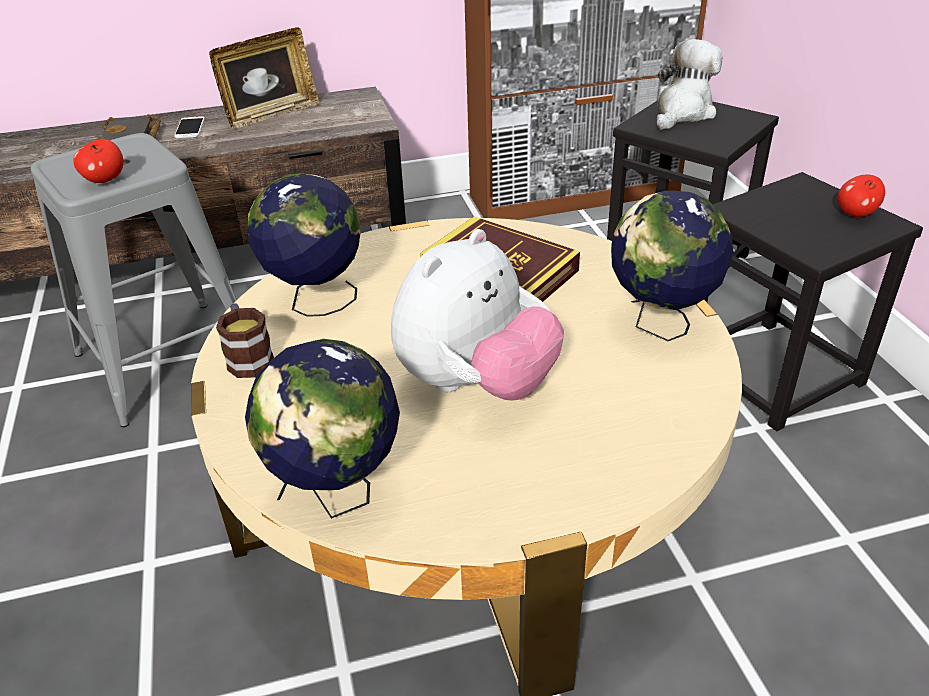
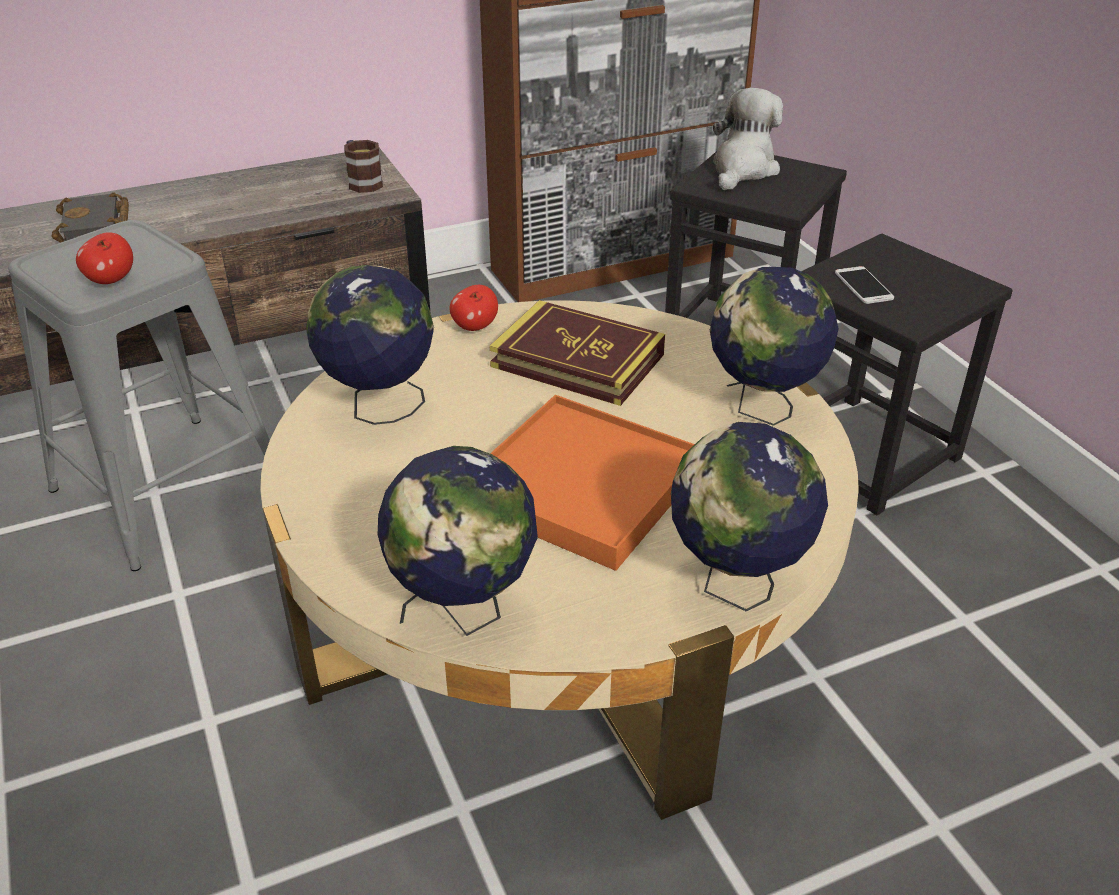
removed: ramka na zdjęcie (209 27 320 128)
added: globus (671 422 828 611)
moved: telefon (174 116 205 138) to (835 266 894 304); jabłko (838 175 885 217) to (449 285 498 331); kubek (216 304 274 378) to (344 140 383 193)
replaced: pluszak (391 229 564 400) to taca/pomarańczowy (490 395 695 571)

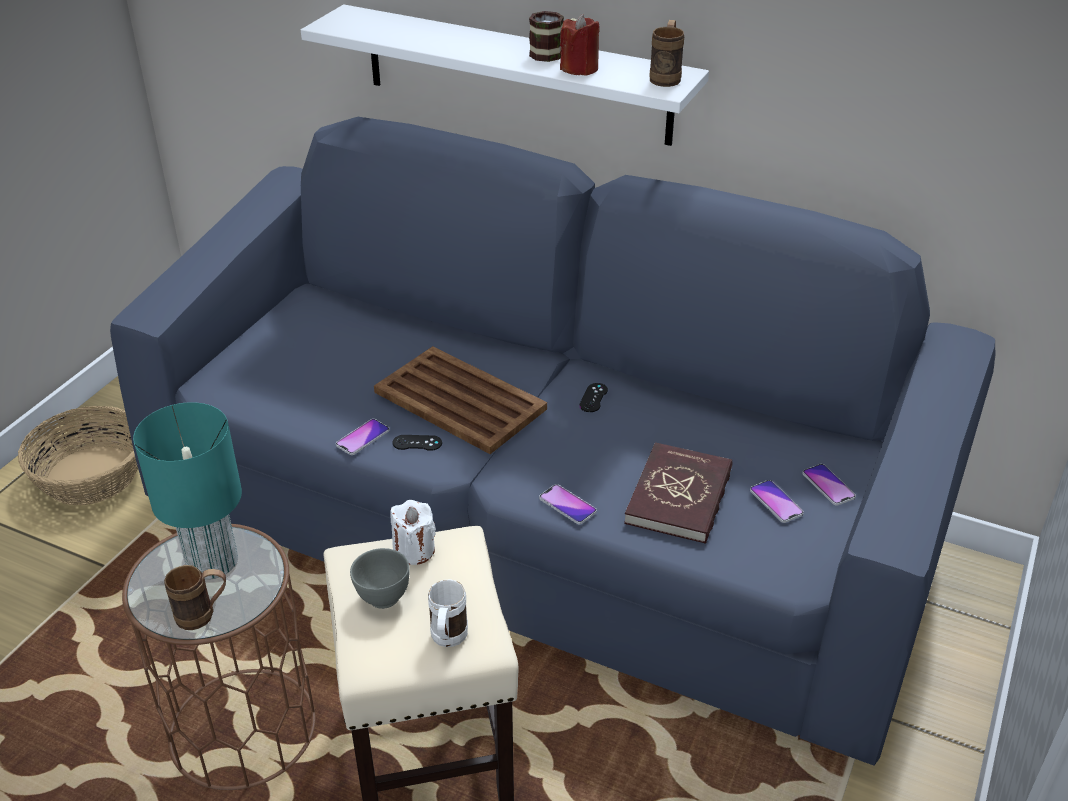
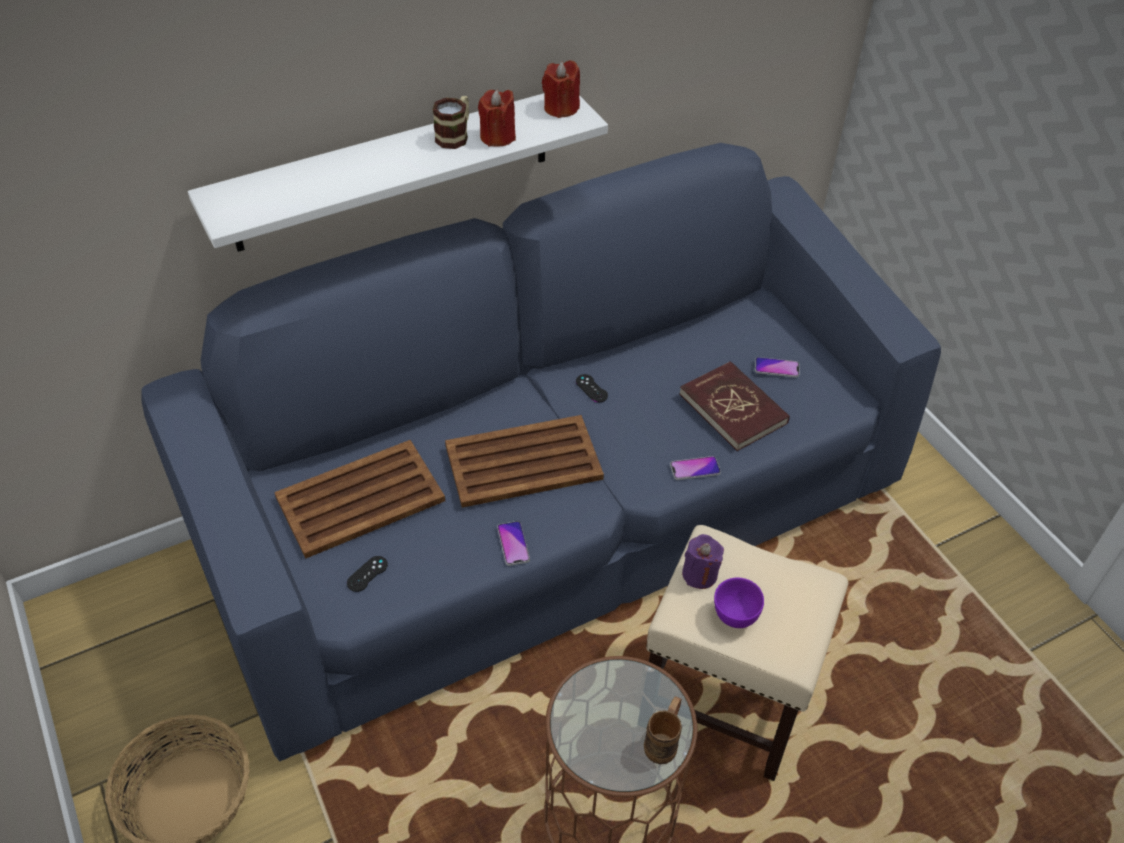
removed: lampa stołowa/turkusowy (133 402 242 580); telefon (802 464 856 506); kubek/biały (428 579 468 647)
added: taca/brązowy (274 440 445 559)
moved: pad do gier/czarny (393 435 442 451) to (347 556 388 592)
replaced: kubek/brązowy (649 20 684 87) to świeca/czerwony (542 60 580 118)
recoloured: świeca/biały (390 500 436 565) to świeca/fioletowy (682 534 724 589); miska/szary (350 548 410 609) to miska/fioletowy (714 578 764 628)

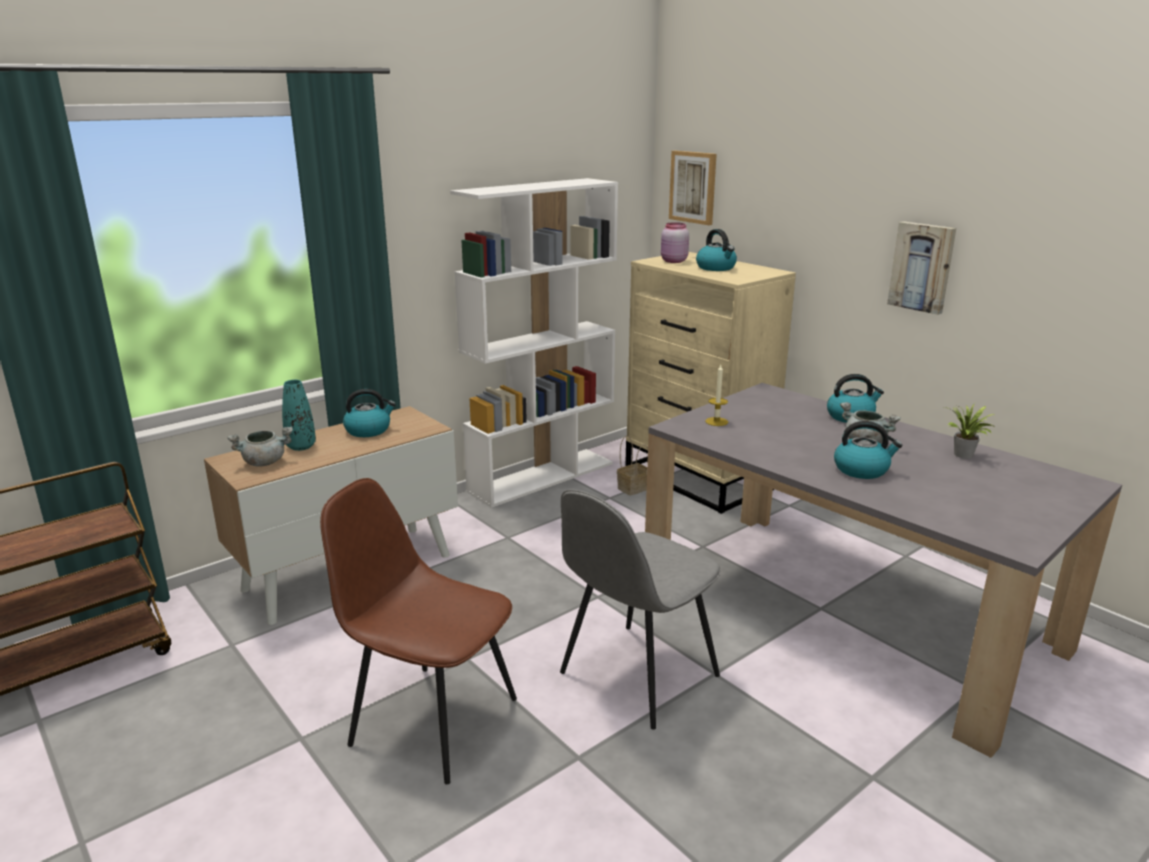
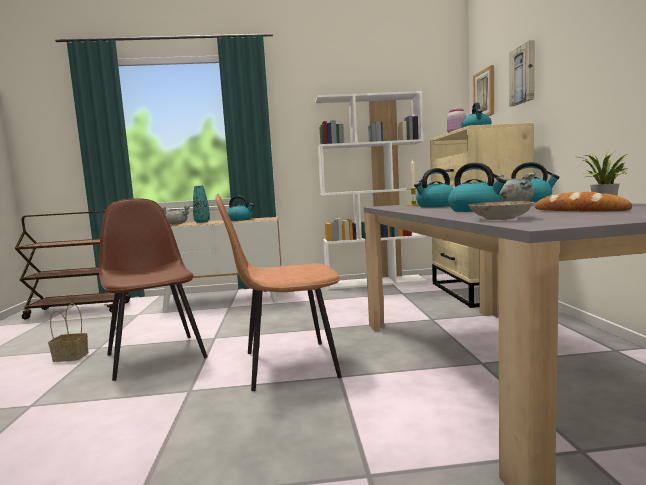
added: czajnik (414 168 454 207); chleb (535 192 632 211); talerz (468 201 534 220)
moved: obraz (887 221 956 315) to (509 40 535 107); koszyk (617 436 648 496) to (48 303 88 362)
recoloured: krzesło/szary (560 490 721 730) to krzesło/brązowy (215 194 342 391)

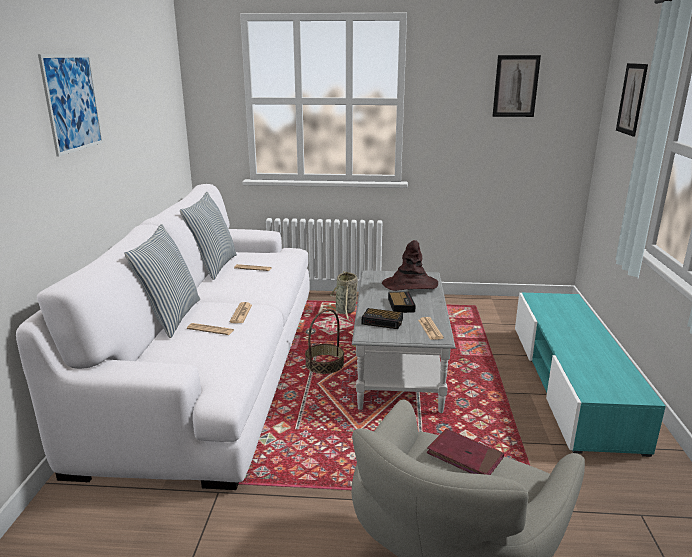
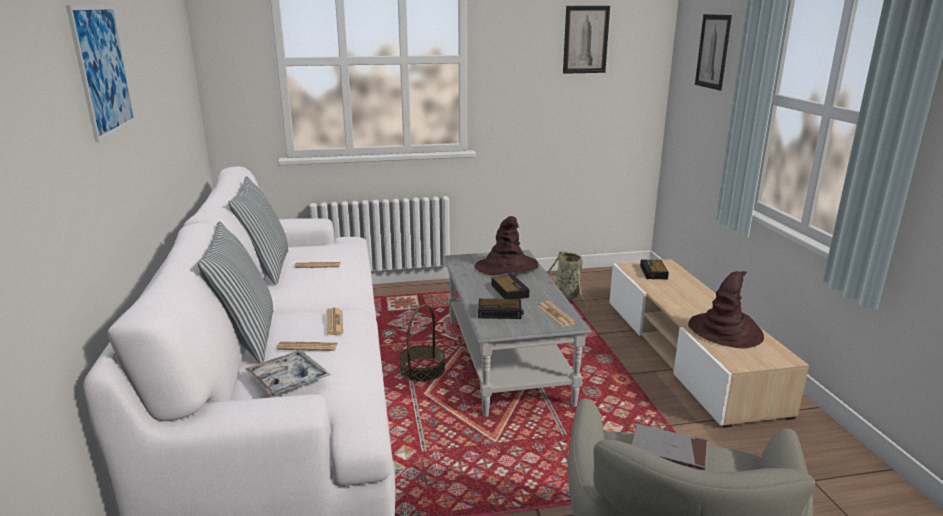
added: budzik (640 260 669 279); kapelusz/brązowy (688 271 764 349); taca (245 351 331 397)
moved: koszyk (330 271 358 322) to (547 251 591 308)
recoloured: szafka pod telewizor/turkusowy (515 293 666 457) to szafka pod telewizor/beżowy (609 259 809 428); książka/czerwony (427 429 504 475) to książka/szary (632 424 709 471)

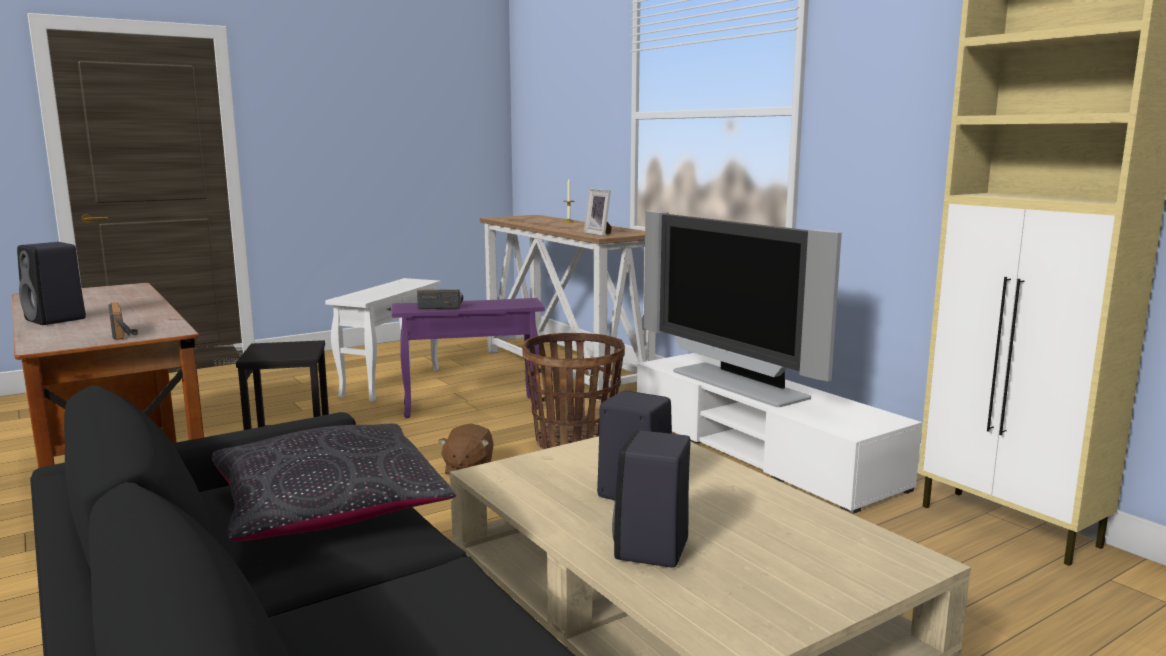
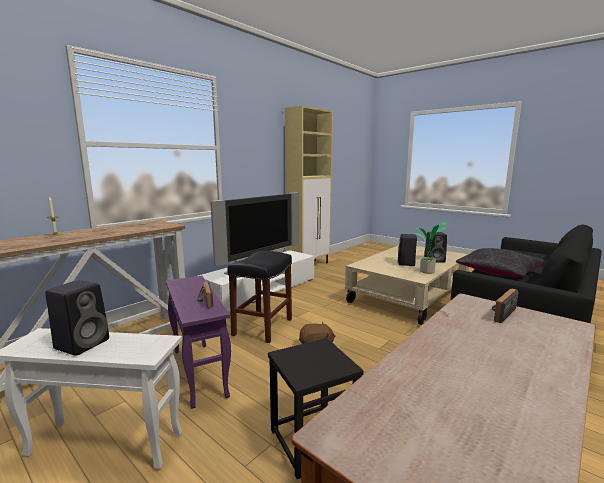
removed: ramka na zdjęcie (584 188 612 236)
added: roślina doniczkowa (415 222 446 274)
moved: głośnik/czarny (17 242 86 325) to (45 280 109 356)
replaced: koszyk (522 333 625 449) to stołek/czarny (227 251 292 343)

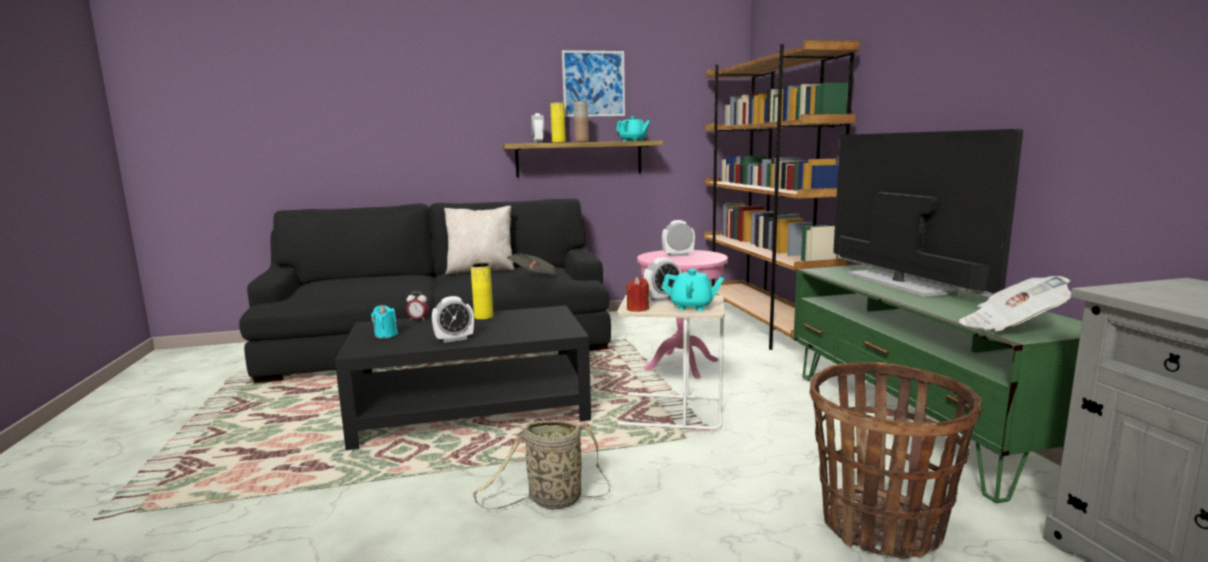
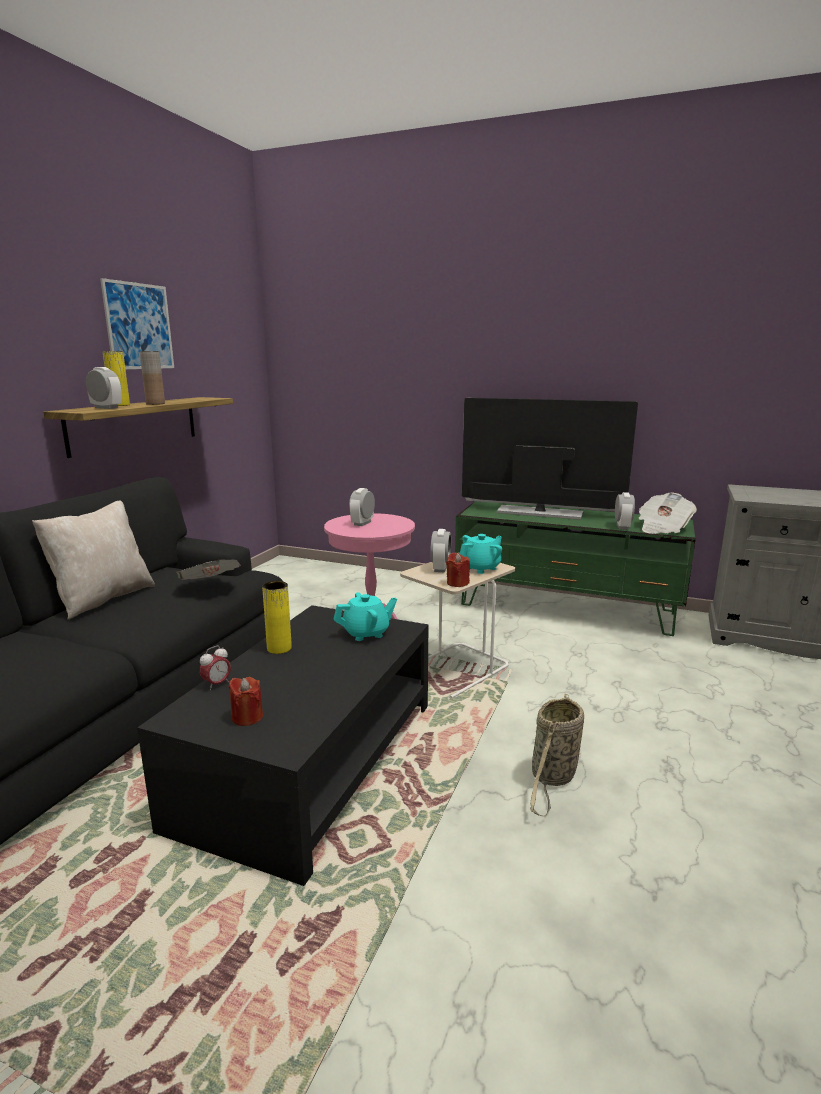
removed: regał/brązowy (704 40 860 350); koszyk (809 362 982 559)
moved: imbryk/turkusowy (616 116 651 141) to (334 592 397 641); budzik (432 296 474 343) to (615 492 635 530)
recoloured: świeca/turkusowy (371 305 398 339) to świeca/czerwony (228 677 263 726)

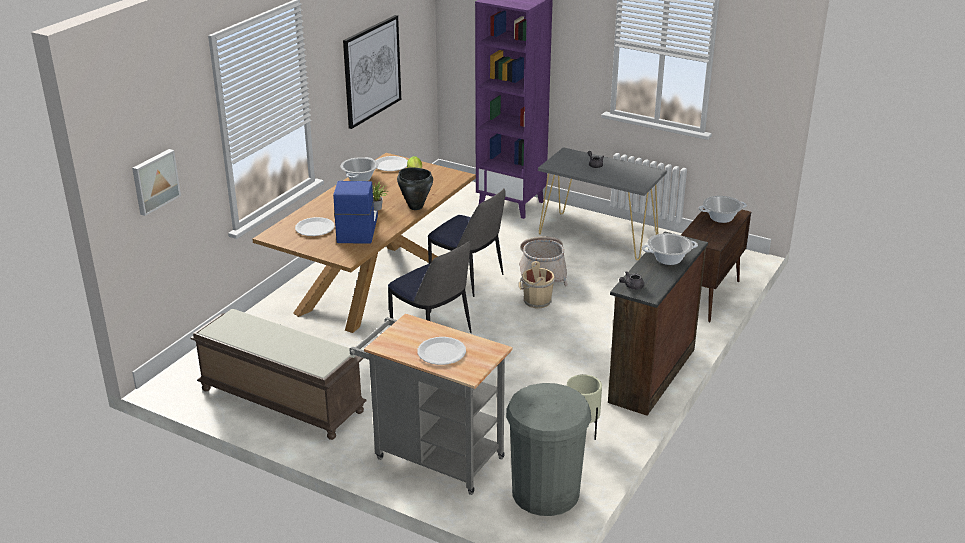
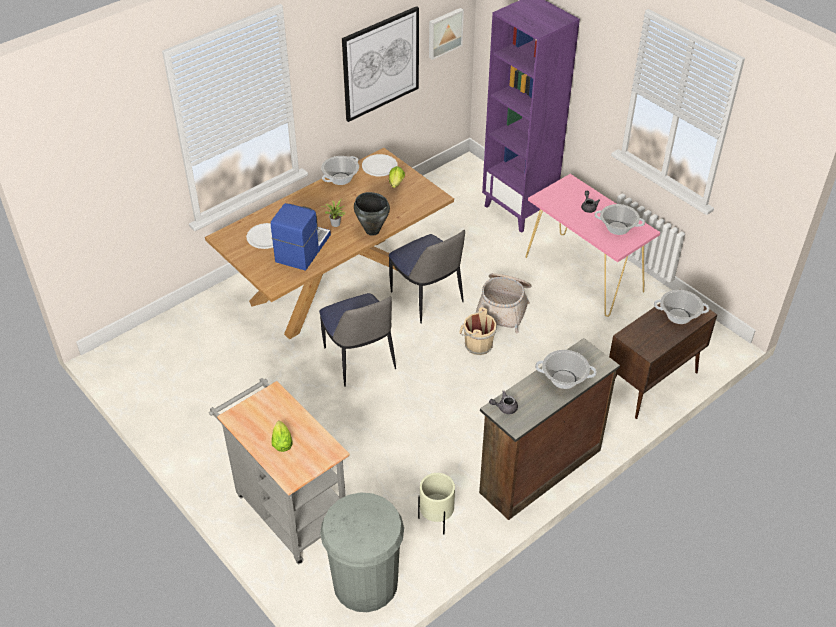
removed: ławka/brązowy (190 309 367 440)
added: garnek (594 204 645 235)
moved: obraz (132 149 181 216) to (429 8 464 60)
replaced: talerz/biały (417 337 466 365) to sałata (271 421 293 452)
recoloured: stolik konsolowy/szary (538 147 667 260) to stolik konsolowy/różowy (526 174 660 317)

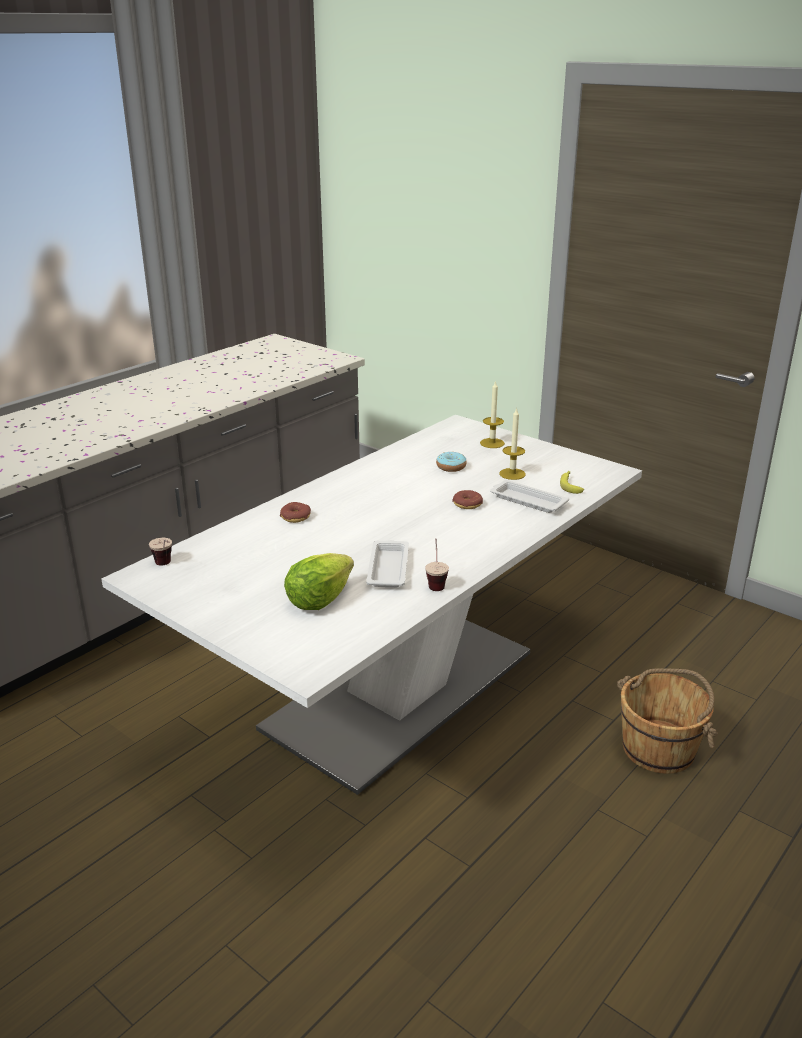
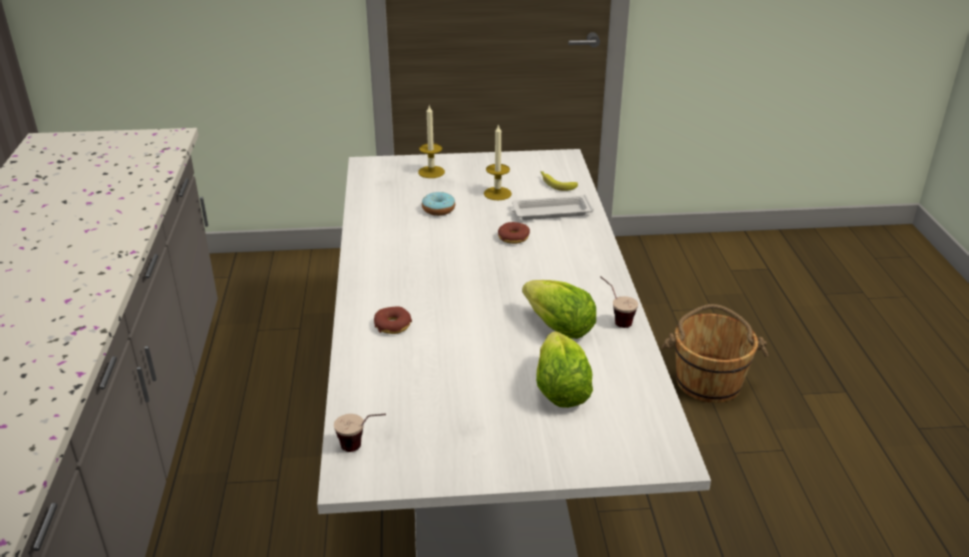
replaced: taca/biały (366 540 409 587) to sałata (522 280 596 339)

